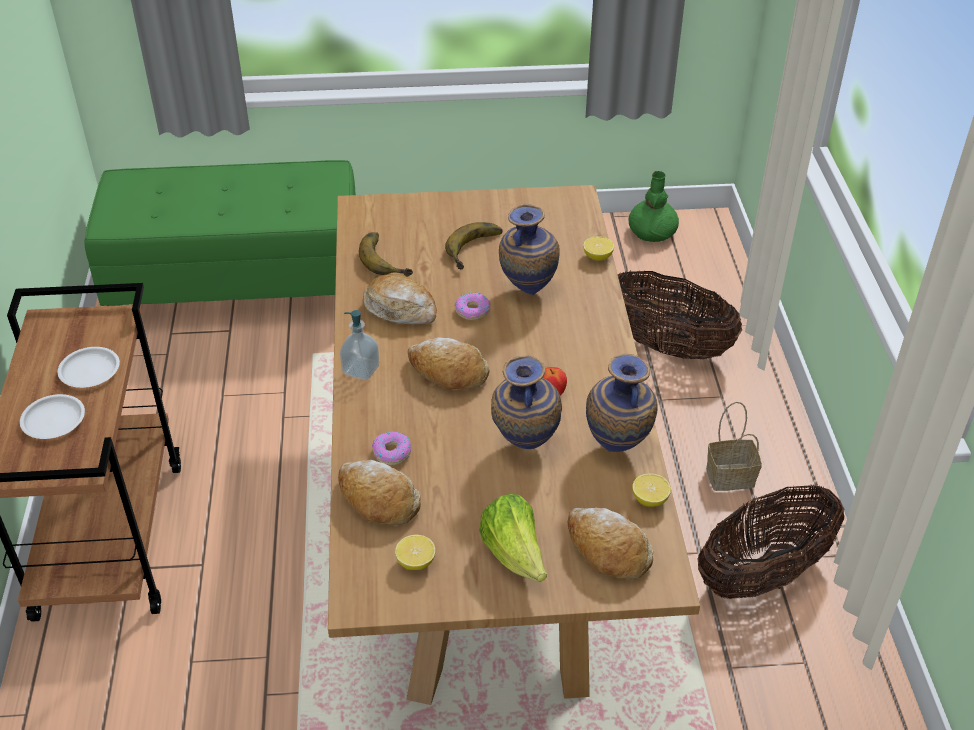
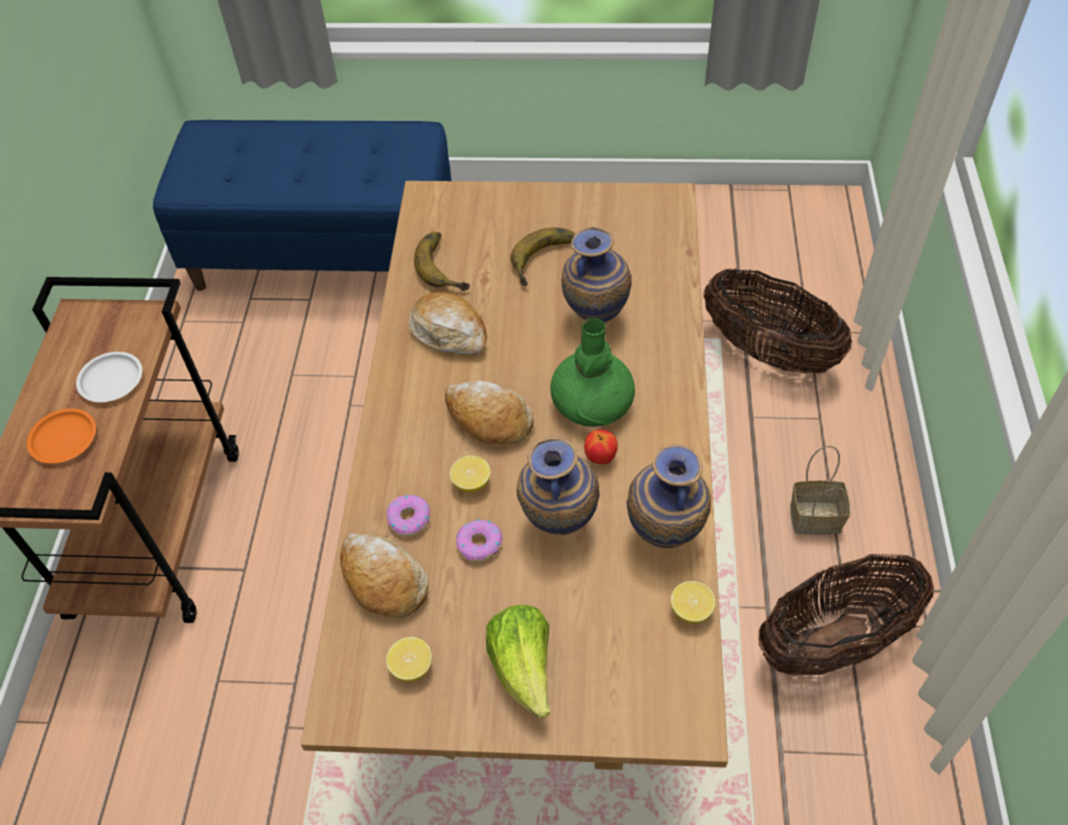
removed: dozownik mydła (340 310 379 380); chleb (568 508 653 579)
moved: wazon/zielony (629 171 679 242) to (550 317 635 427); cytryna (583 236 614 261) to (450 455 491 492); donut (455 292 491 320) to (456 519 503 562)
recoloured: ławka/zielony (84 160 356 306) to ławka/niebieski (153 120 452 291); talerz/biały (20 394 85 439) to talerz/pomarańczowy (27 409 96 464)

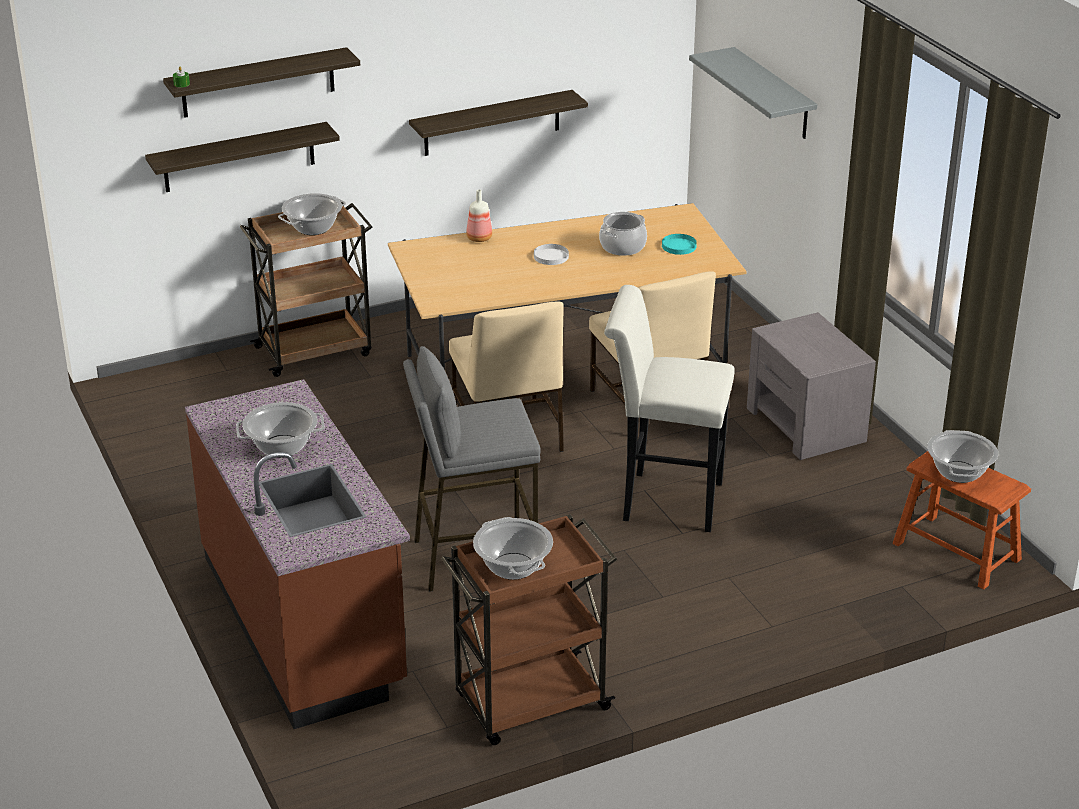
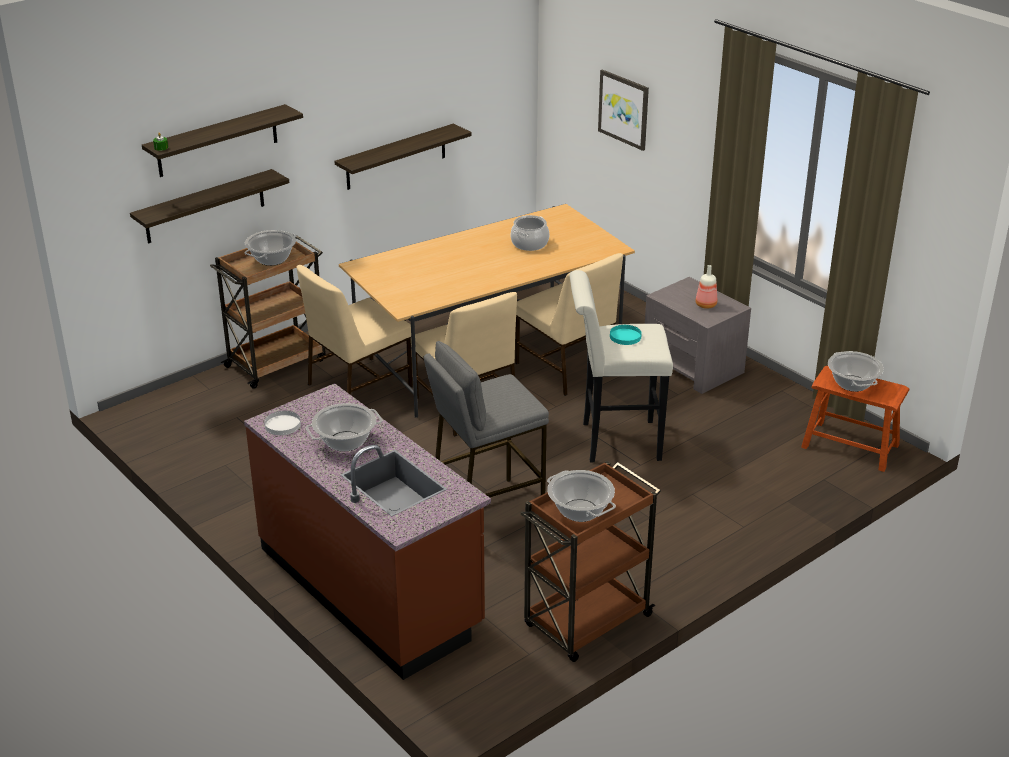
added: krzesło/beżowy (296 265 413 395)
moved: butelka (466 189 492 242) to (695 265 717 309); talerz/turkusowy (662 234 697 255) to (610 325 642 345); talerz/biały (534 244 569 265) to (264 411 301 435)
replaced: półka/szary (689 47 817 139) to obraz (598 69 649 151)

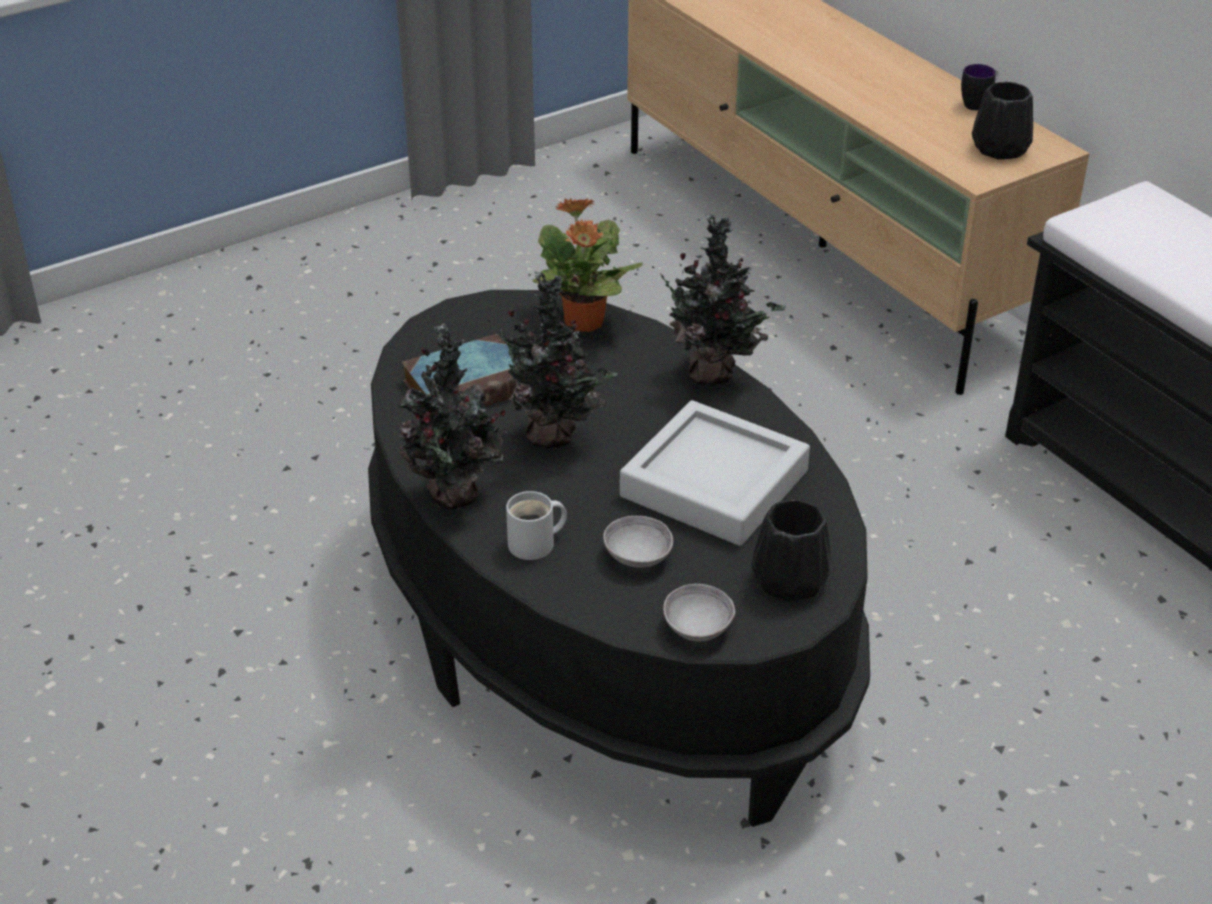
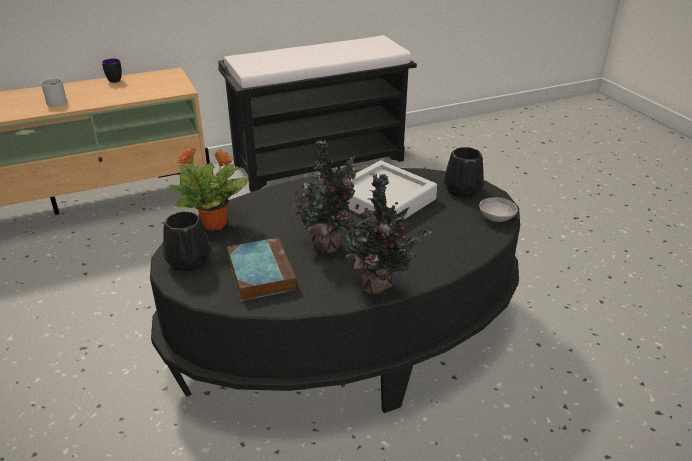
removed: roślina doniczkowa (652 214 786 386); miska/szary (603 516 673 567)
moved: wazon/czarny (972 82 1033 160) to (163 212 211 271); kubek/biały (506 491 567 560) to (41 79 67 107)

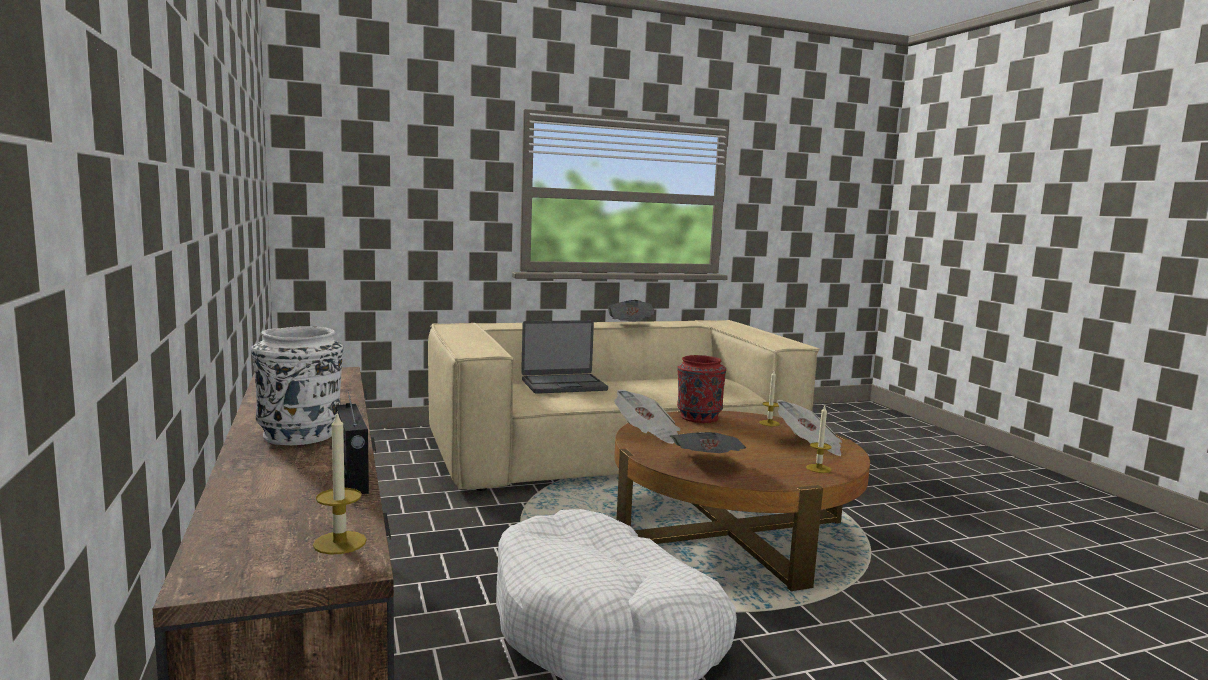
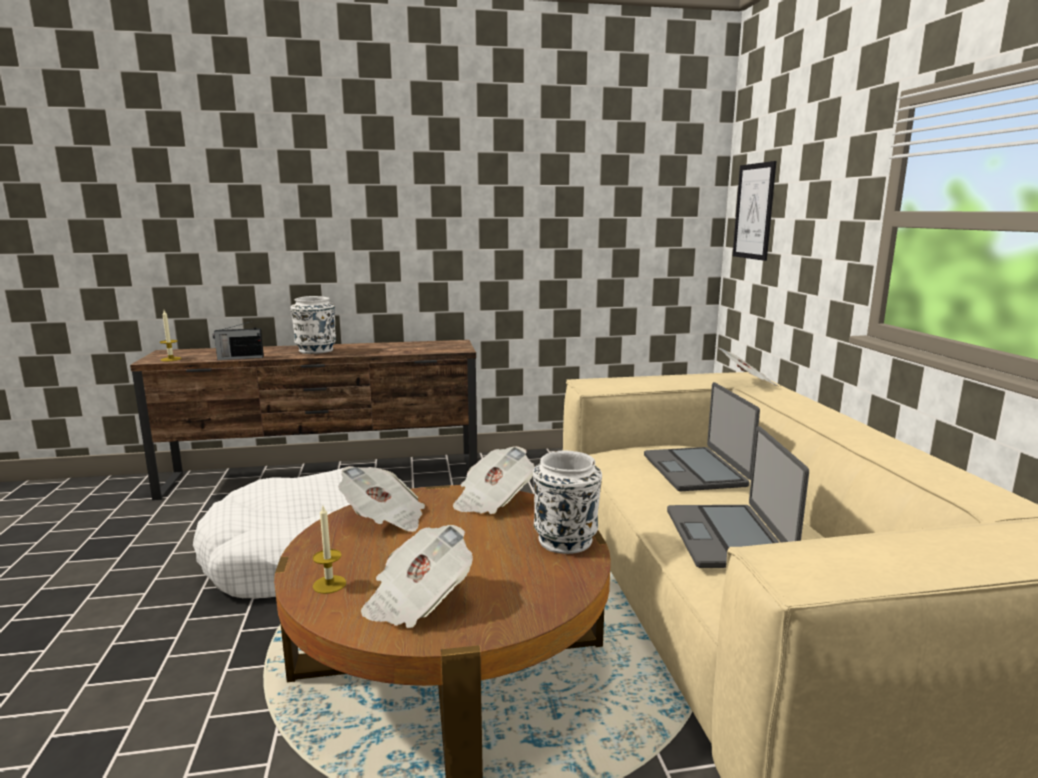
removed: świeca (759 371 780 426)
added: obraz (733 161 776 261); laptop (667 426 809 568)
moved: gazeta (607 300 656 322) to (716 347 780 387)
recoloured: wazon/czerwony (677 355 726 423) to wazon/biały (533 451 602 554)

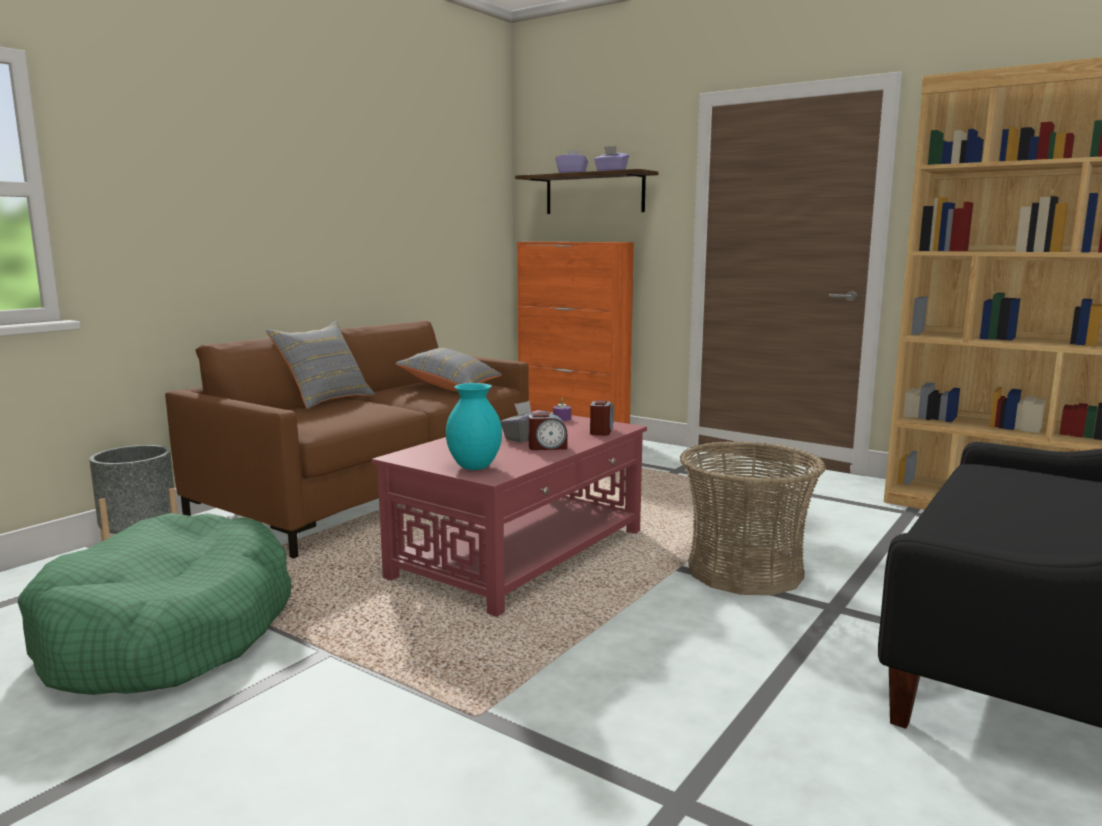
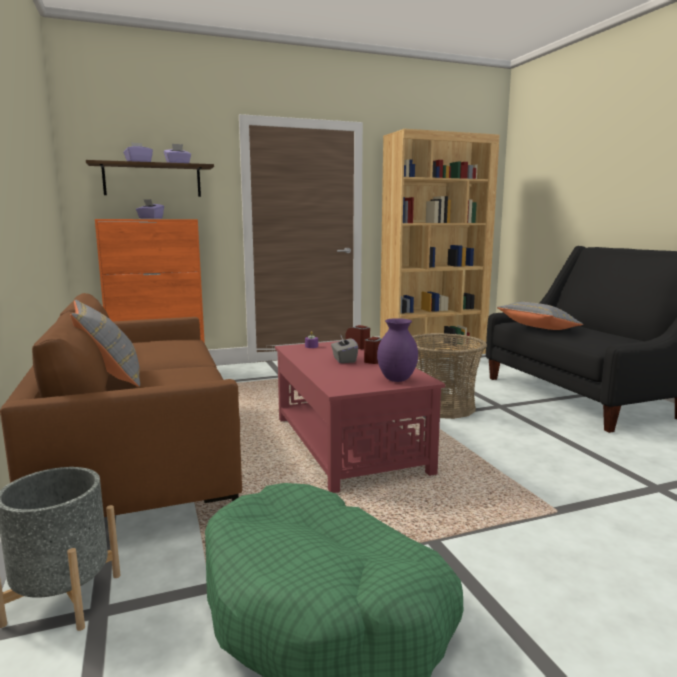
added: pudełko chusteczek/fioletowy (136 199 164 219)
moved: poduszka/szary (395 348 502 392) to (497 302 583 330)
recoloured: wazon/turkusowy (446 383 502 470) to wazon/fioletowy (377 318 418 382)

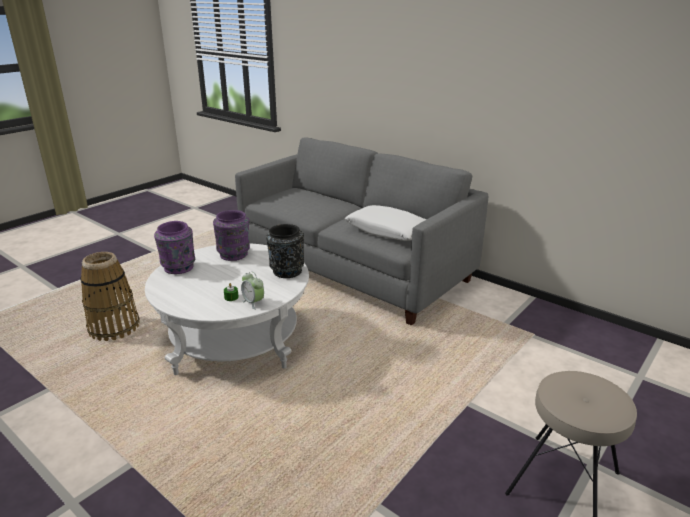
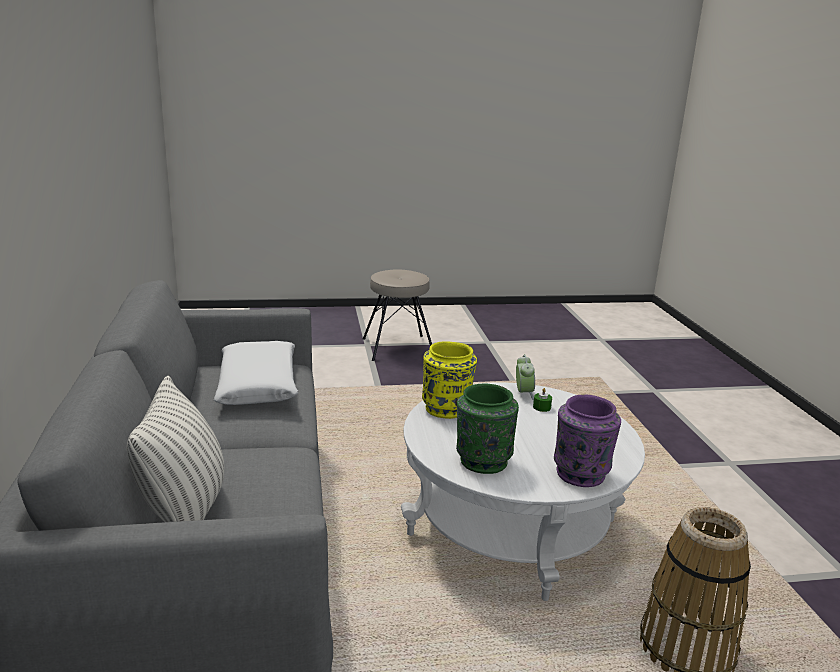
added: poduszka (127 376 225 522)
recoloured: wazon/fioletowy (213 210 250 261) to wazon/zielony (456 384 519 474); wazon/czarny (266 224 304 278) to wazon/żółty (422 341 477 419)

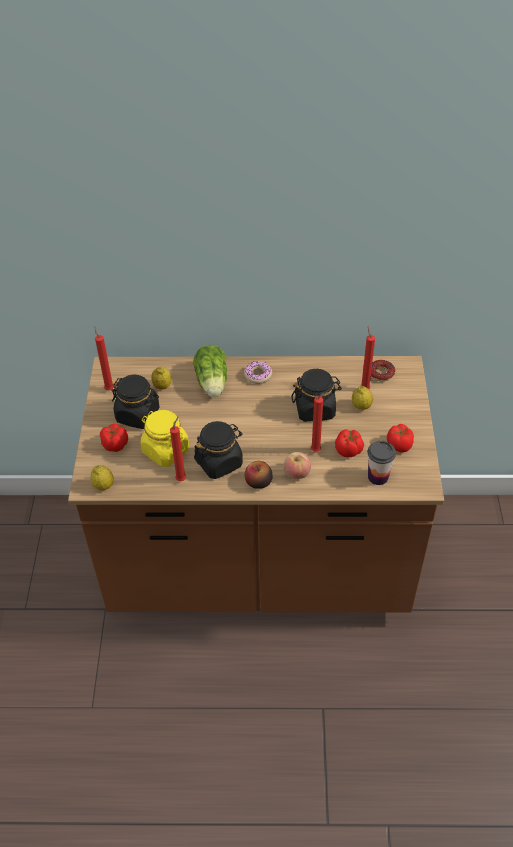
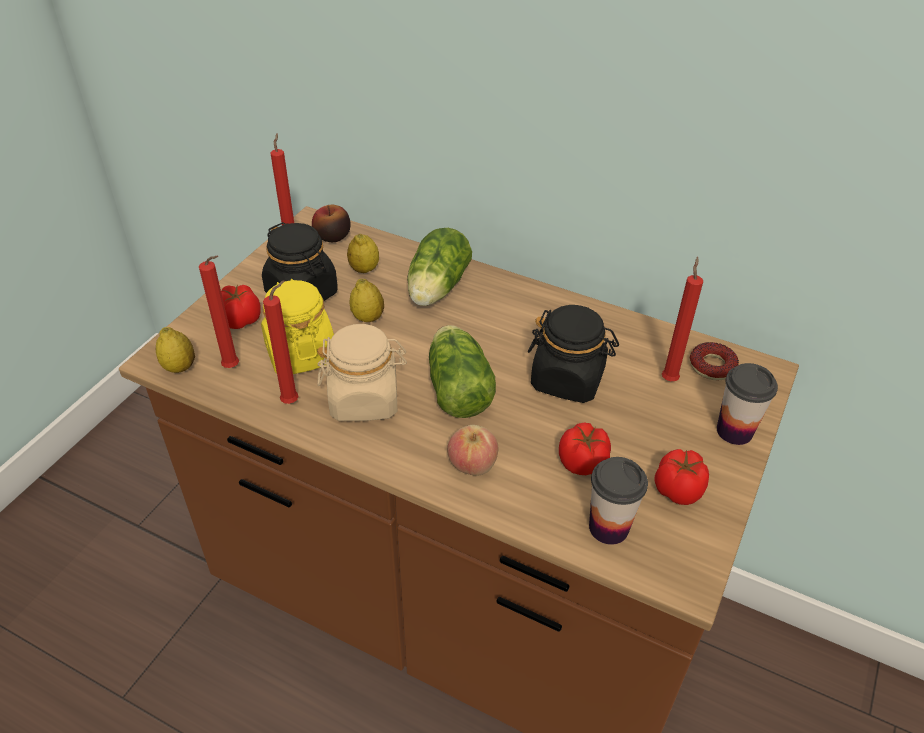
removed: donut (244 361 272 384)
added: sałata (429 325 496 418); filiżanka (717 363 778 445)
moved: cytryna (352 385 373 410) to (350 279 384 322); świeca/czerwony (311 392 329 452) to (199 256 239 368); jabłko (245 461 273 489) to (312 205 351 242)
recoloured: słoik/czarny (194 421 243 479) to słoik/beżowy (317 324 407 421)

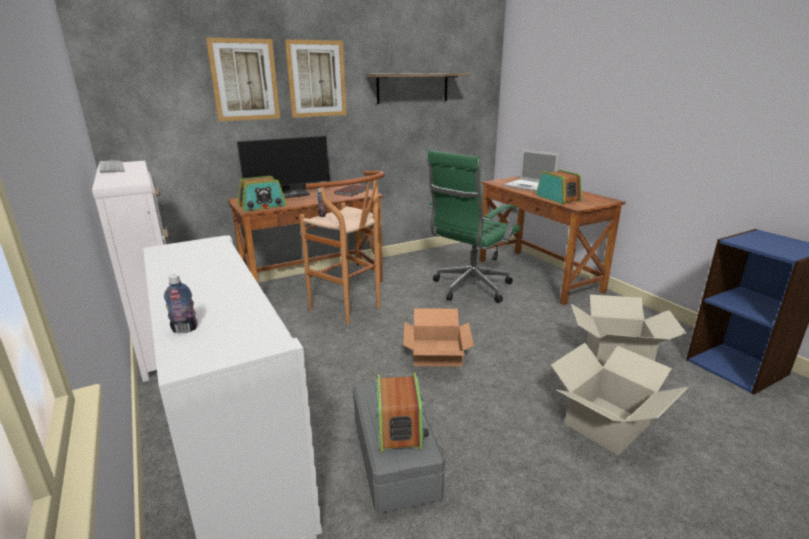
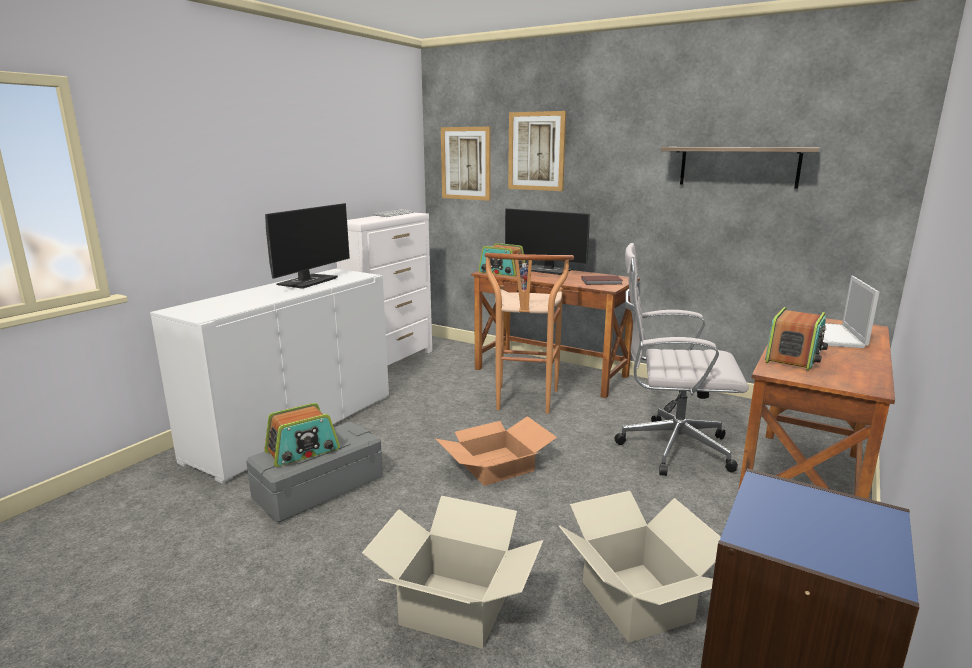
removed: butelka (164 274 198 333)
added: monitor (265 203 350 289)
moved: obraz (285 39 347 118) to (441 127 491 201)
recoloured: krzesło biurowe/zielony (427 150 520 303) to krzesło biurowe/biały (614 243 749 476)

